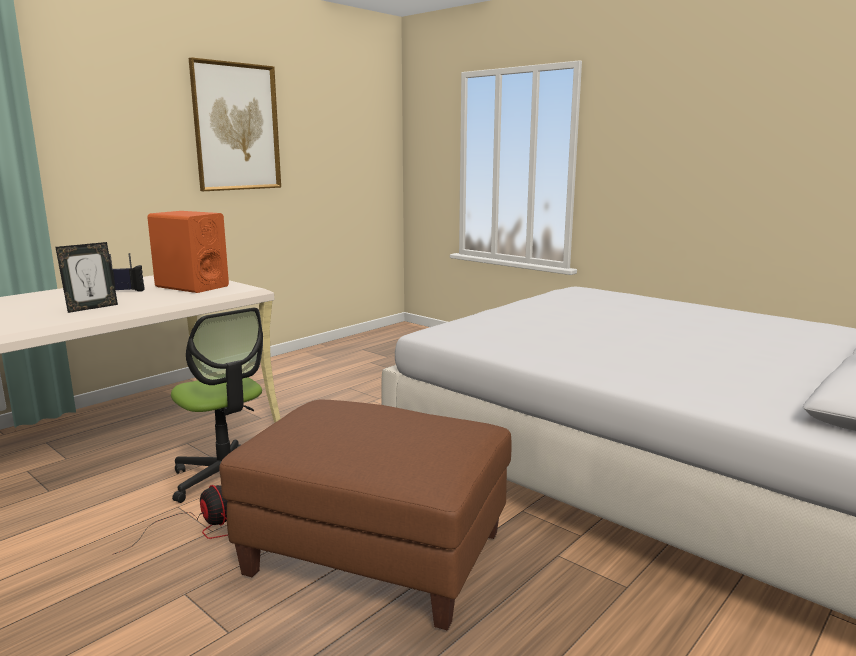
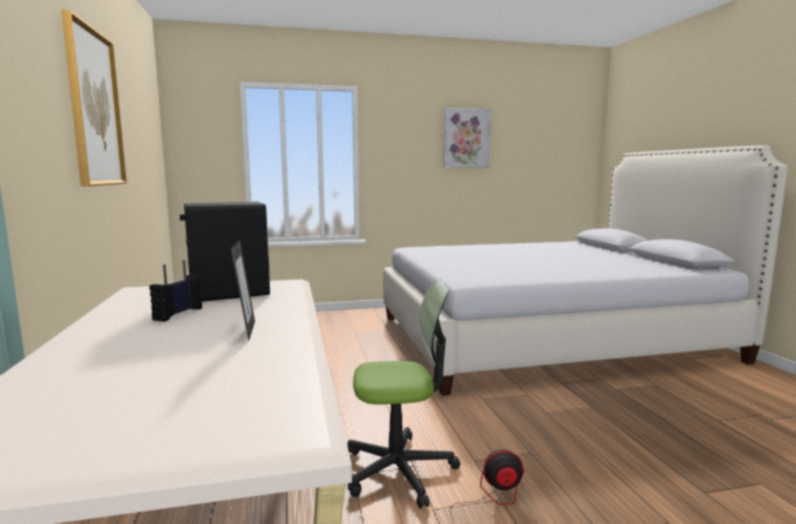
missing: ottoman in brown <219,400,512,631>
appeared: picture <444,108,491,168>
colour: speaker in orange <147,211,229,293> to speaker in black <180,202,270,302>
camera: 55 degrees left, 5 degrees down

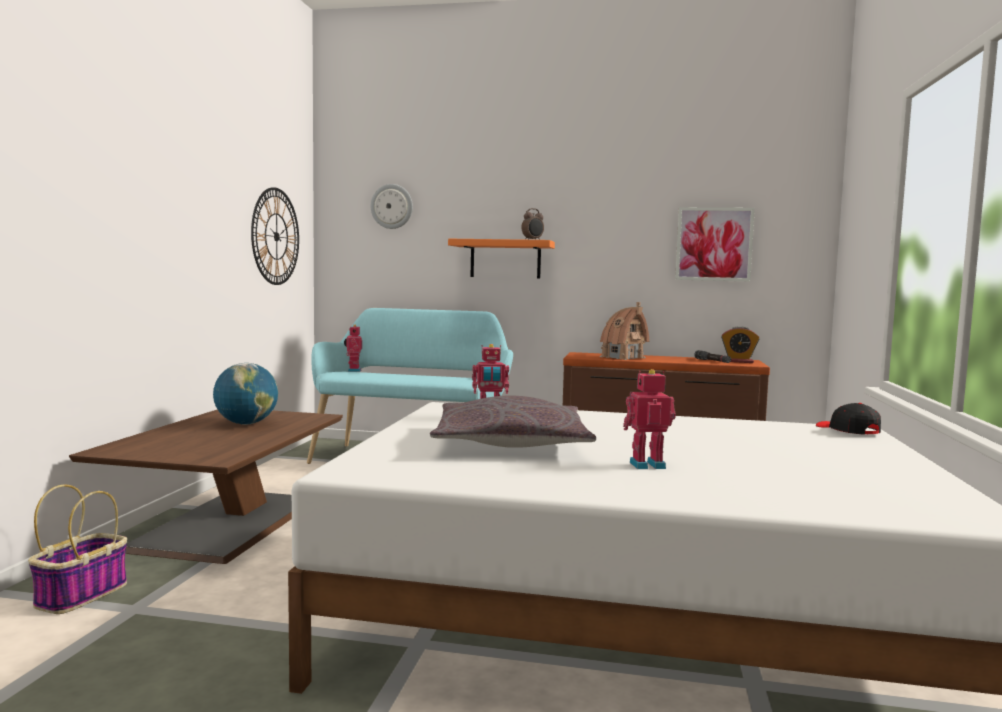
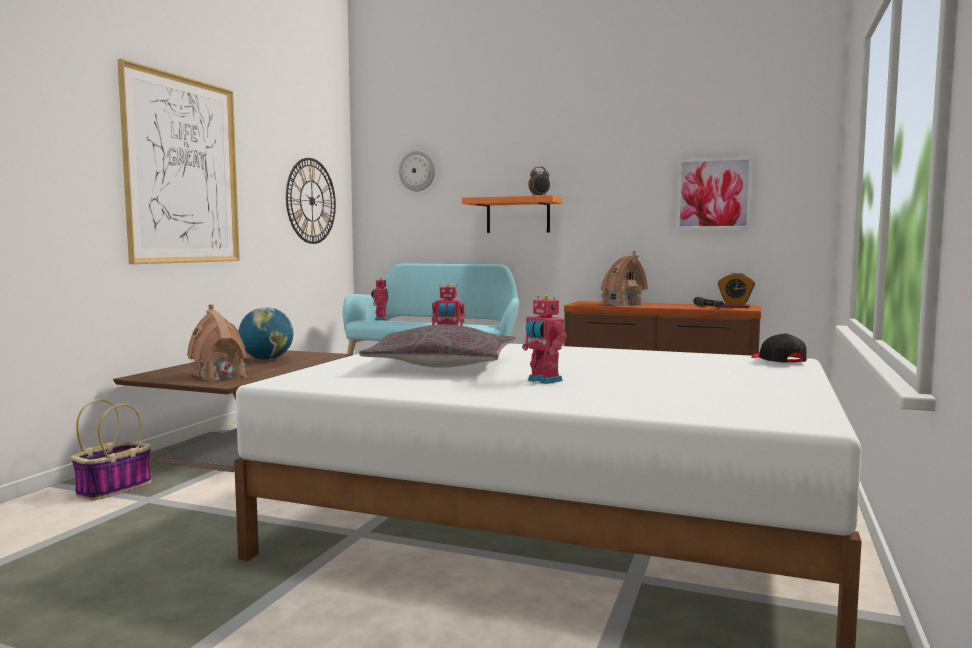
appeared: picture <117,59,240,264>; toy house <187,304,247,380>
spun: toy robot <623,369,676,469> = <522,295,567,384> 135 degrees counterclockwise
camera: 10 degrees right, 0 degrees up

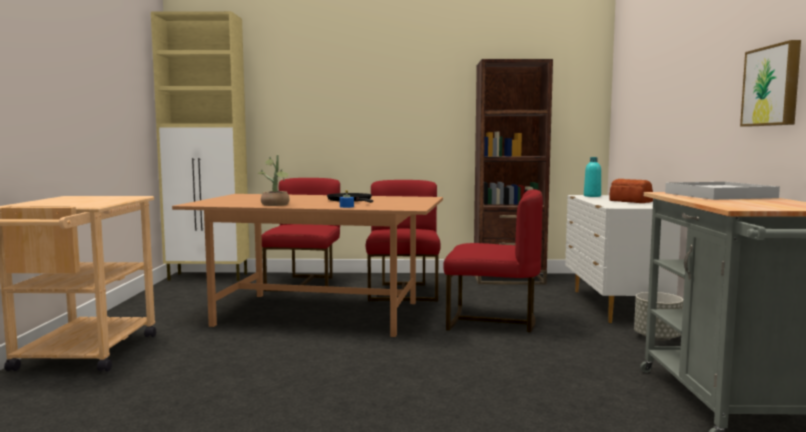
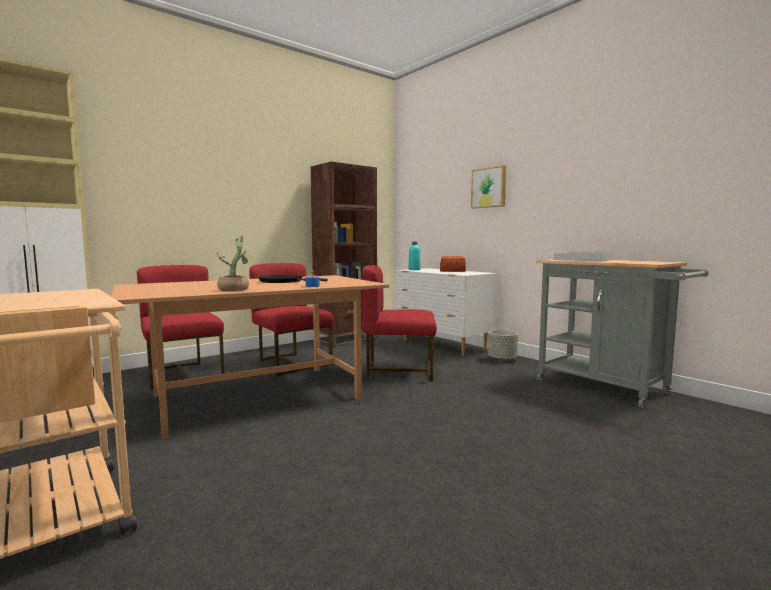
relocated: picture <740,40,801,127> to <471,165,506,208>
spun: chair in red <443,189,543,332> = <362,265,437,382> 150 degrees counterclockwise
camera: 40 degrees left, 0 degrees up

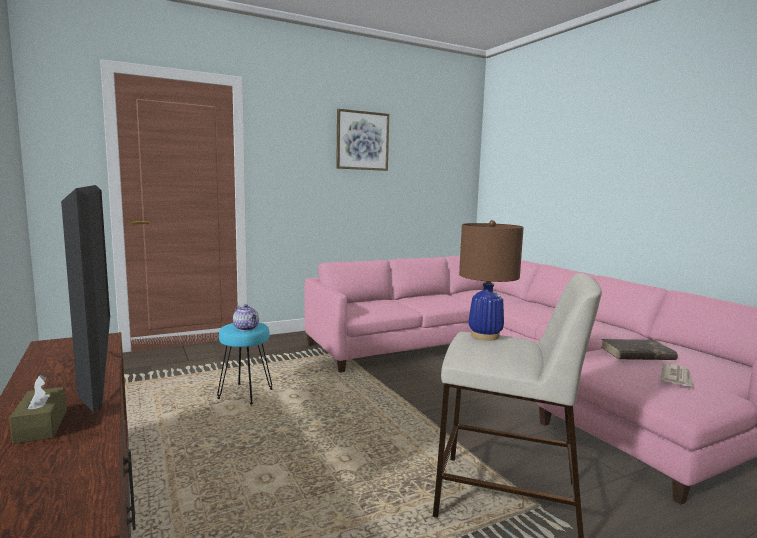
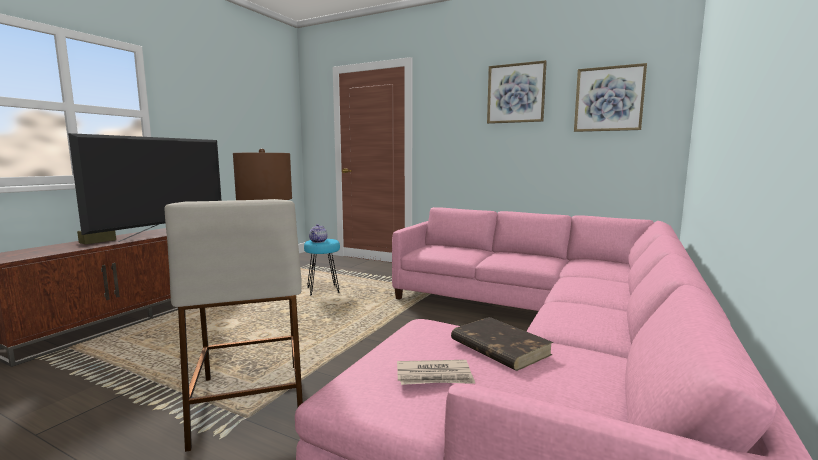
appeared: picture <574,63,647,132>
camera: 55 degrees right, 0 degrees up

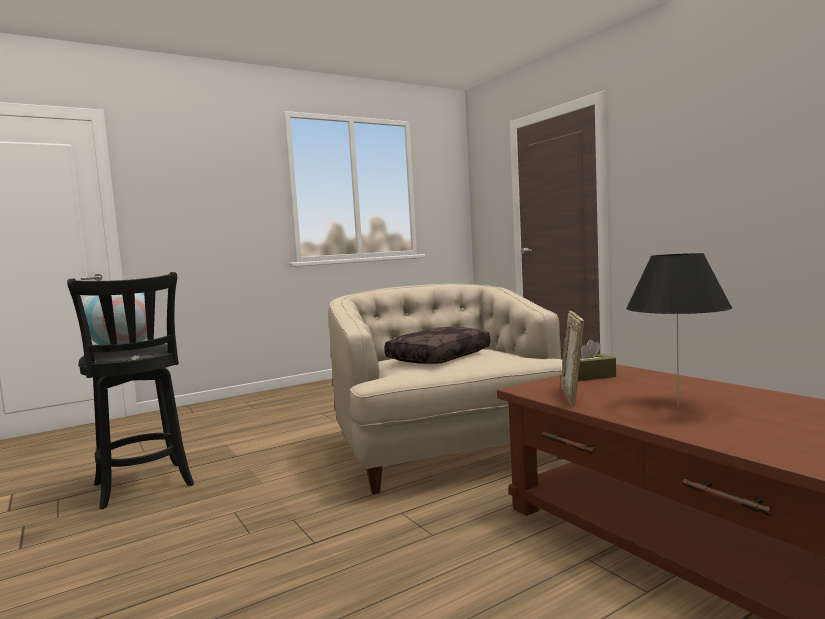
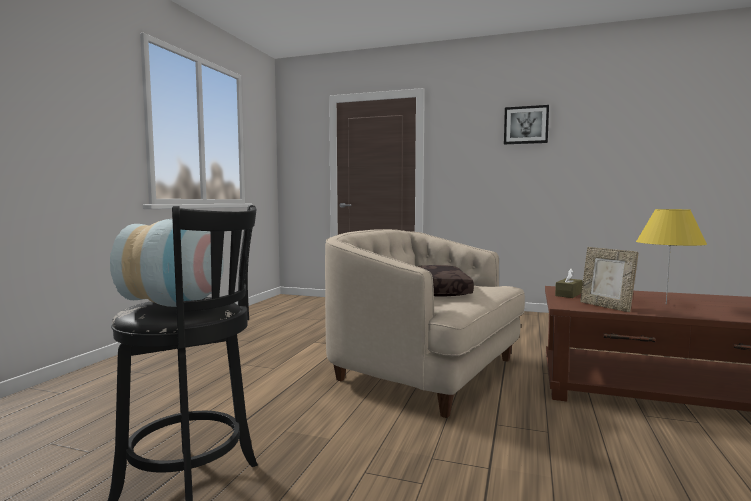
appeared: picture <504,105,549,144>
colour: table lamp in black <626,253,732,406> to table lamp in yellow <636,209,707,305>
camera: 40 degrees left, 0 degrees up

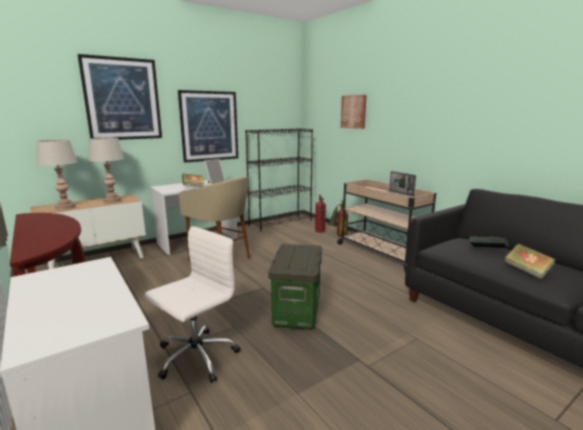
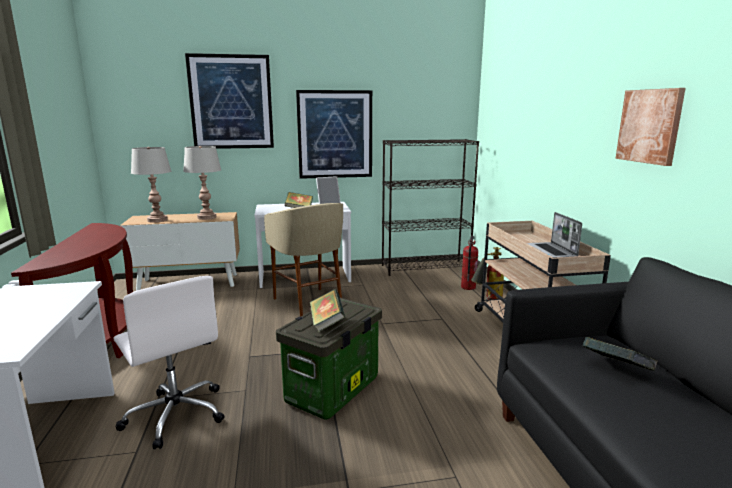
relocated: picture <341,95,367,129> to <616,88,686,166>; book <504,243,556,279> to <310,289,345,332>
spun: office chair in white <144,226,240,383> = <114,276,224,449> 75 degrees clockwise
camera: 25 degrees right, 0 degrees up

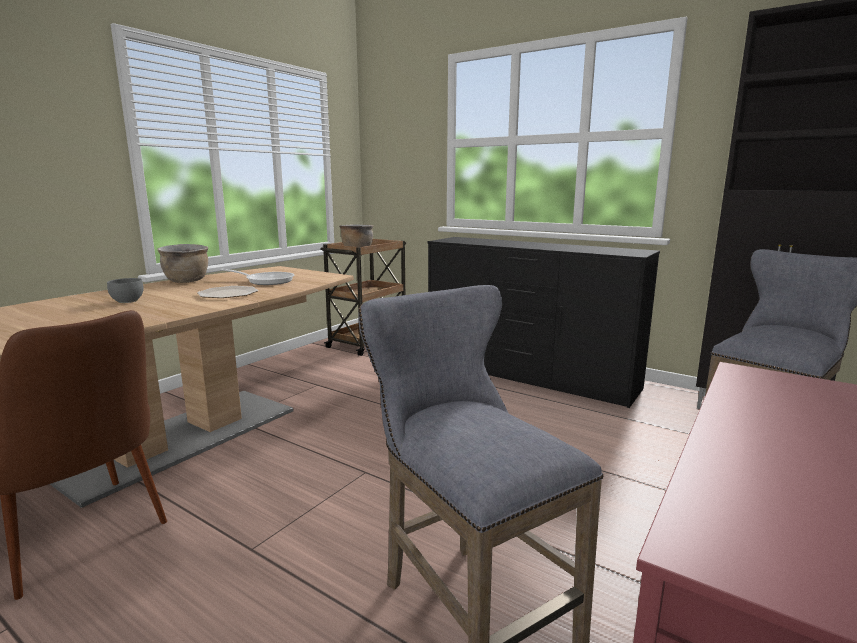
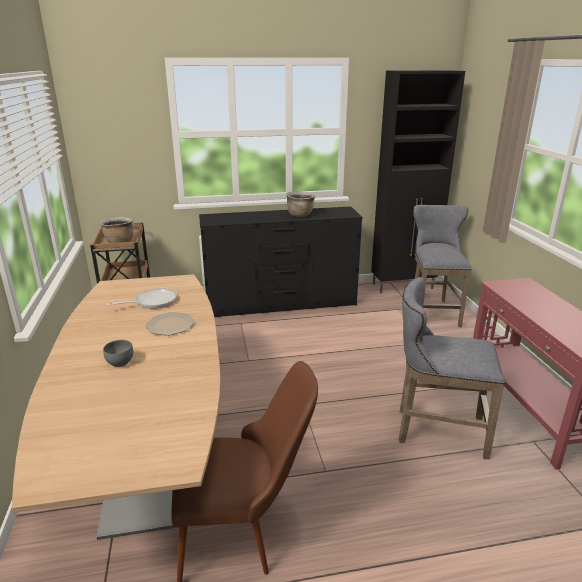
relocated: cooking pot in brown <157,244,208,283> to <286,191,316,217>
camera: 45 degrees left, 10 degrees up

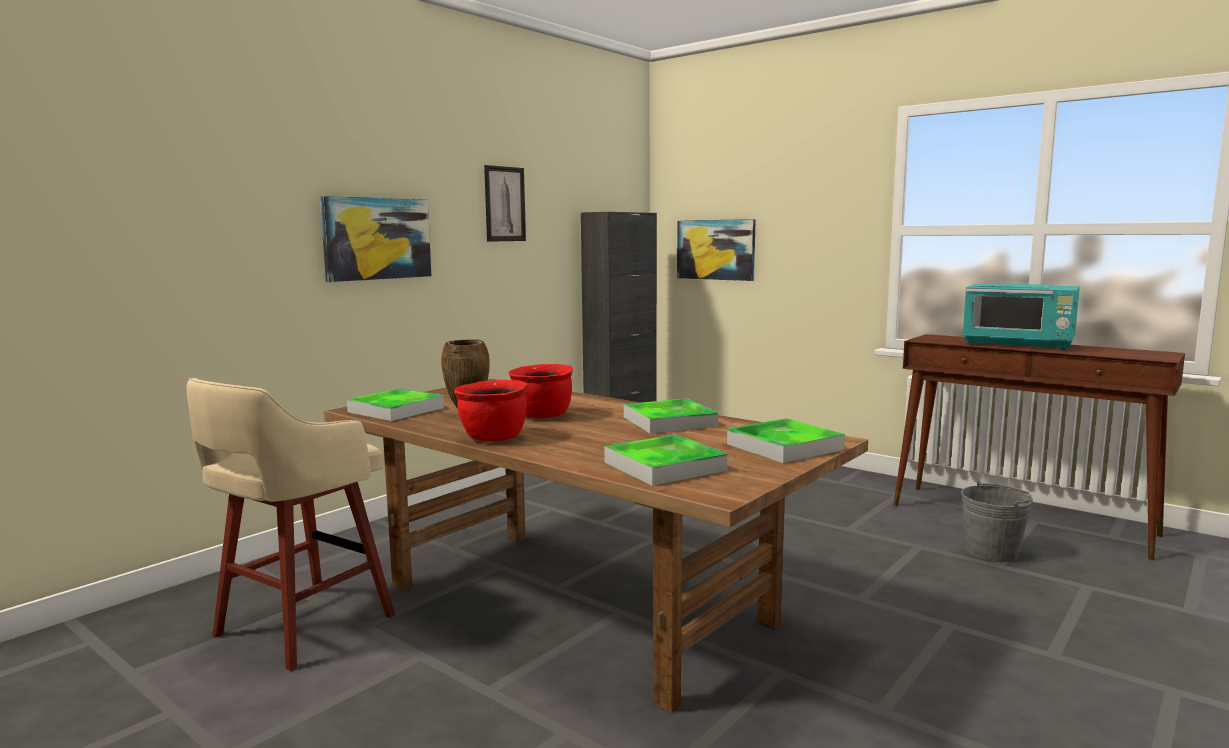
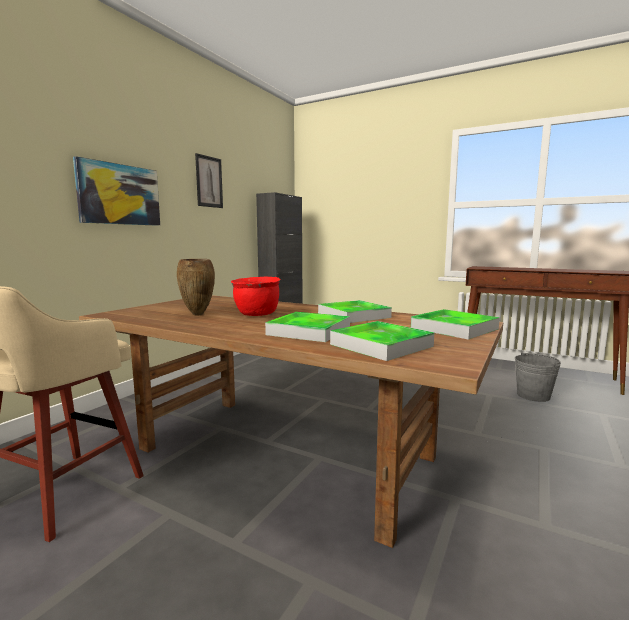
missing: picture <677,219,756,281>; microwave in turquoise <963,283,1080,350>; cooking pot in red <454,380,527,441>
relocated: tray <347,389,444,421> to <265,312,350,342>
camera: 10 degrees left, 0 degrees up

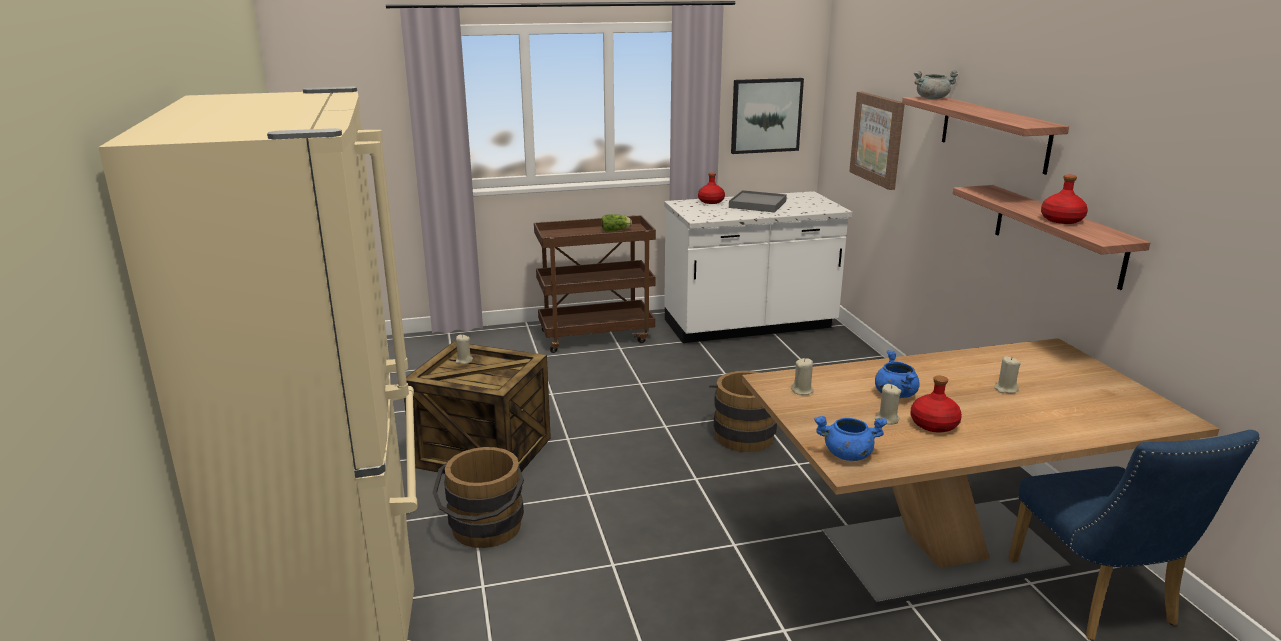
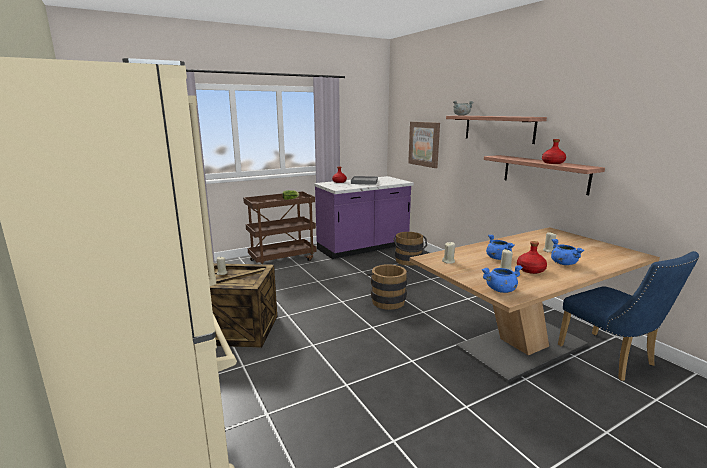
missing: picture <731,78,804,154>
appeared: cooking pot in blue <551,239,584,265>
relocated: bucket in brown <433,447,524,548> to <394,232,427,266>
colour: counter in white <664,191,852,343> to counter in purple <314,176,414,259>
camera: 15 degrees left, 5 degrees down

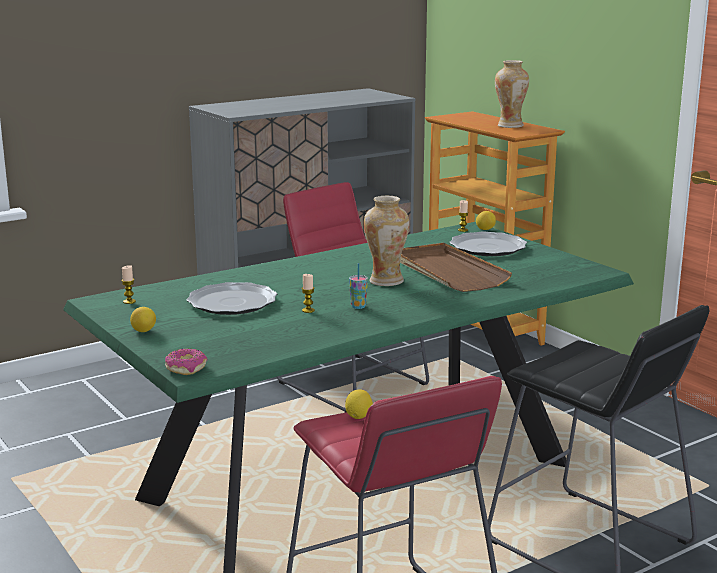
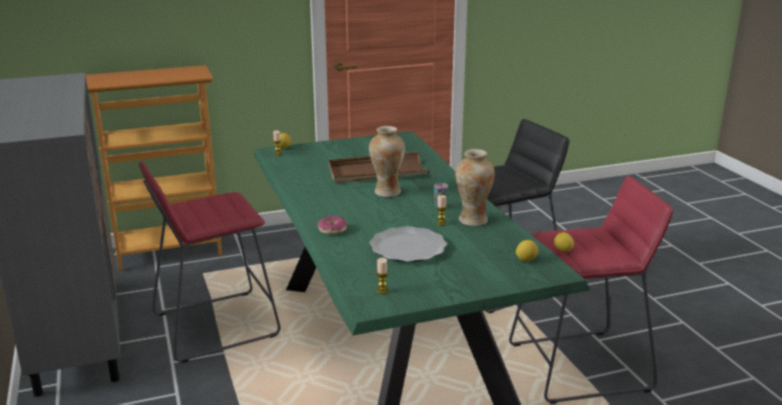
missing: plate <449,231,527,256>
relocated: vase <495,60,529,128> to <455,149,495,226>; lemon <130,307,156,332> to <516,240,539,262>; donut <165,348,207,375> to <317,216,347,235>
camera: 75 degrees left, 5 degrees up

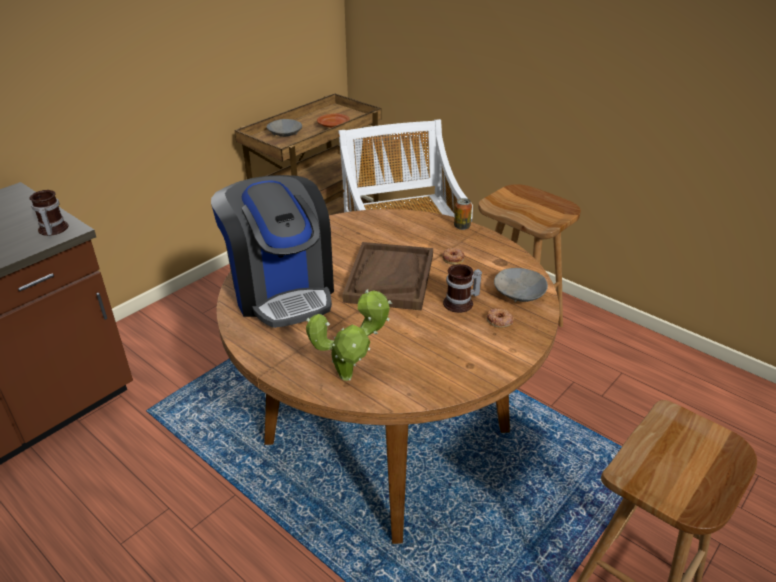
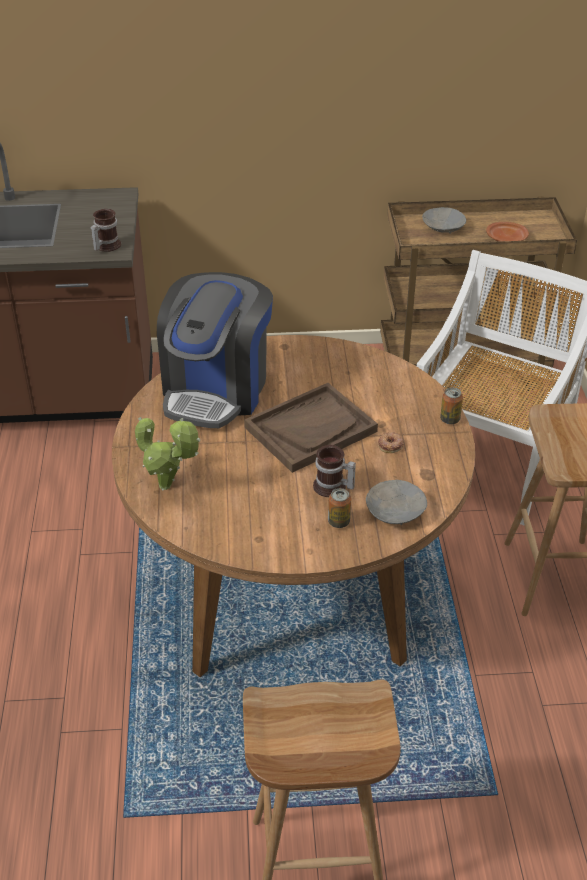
exchanged: donut <486,308,514,328> to can <328,488,351,528>
camera: 45 degrees right, 5 degrees up

